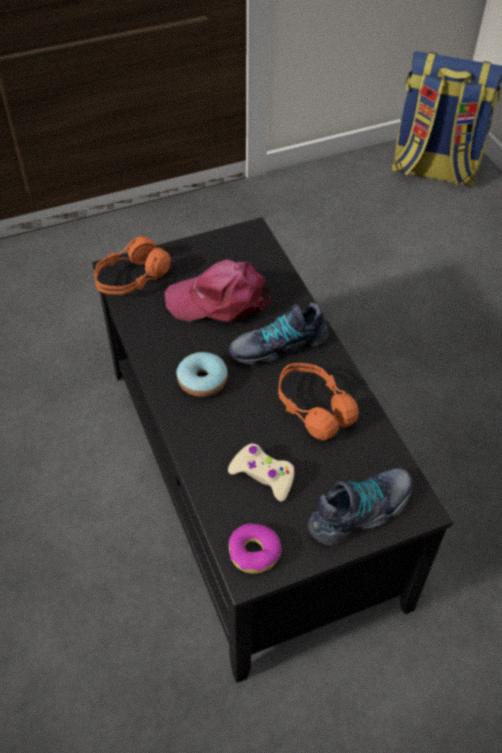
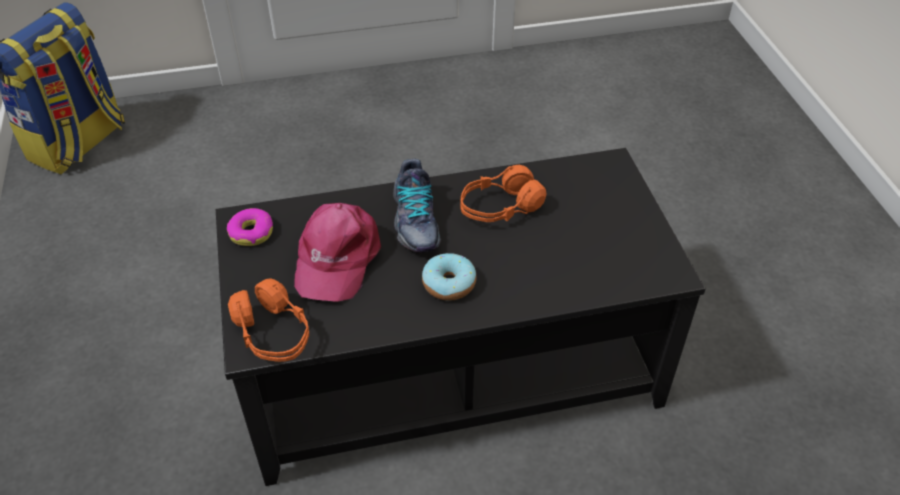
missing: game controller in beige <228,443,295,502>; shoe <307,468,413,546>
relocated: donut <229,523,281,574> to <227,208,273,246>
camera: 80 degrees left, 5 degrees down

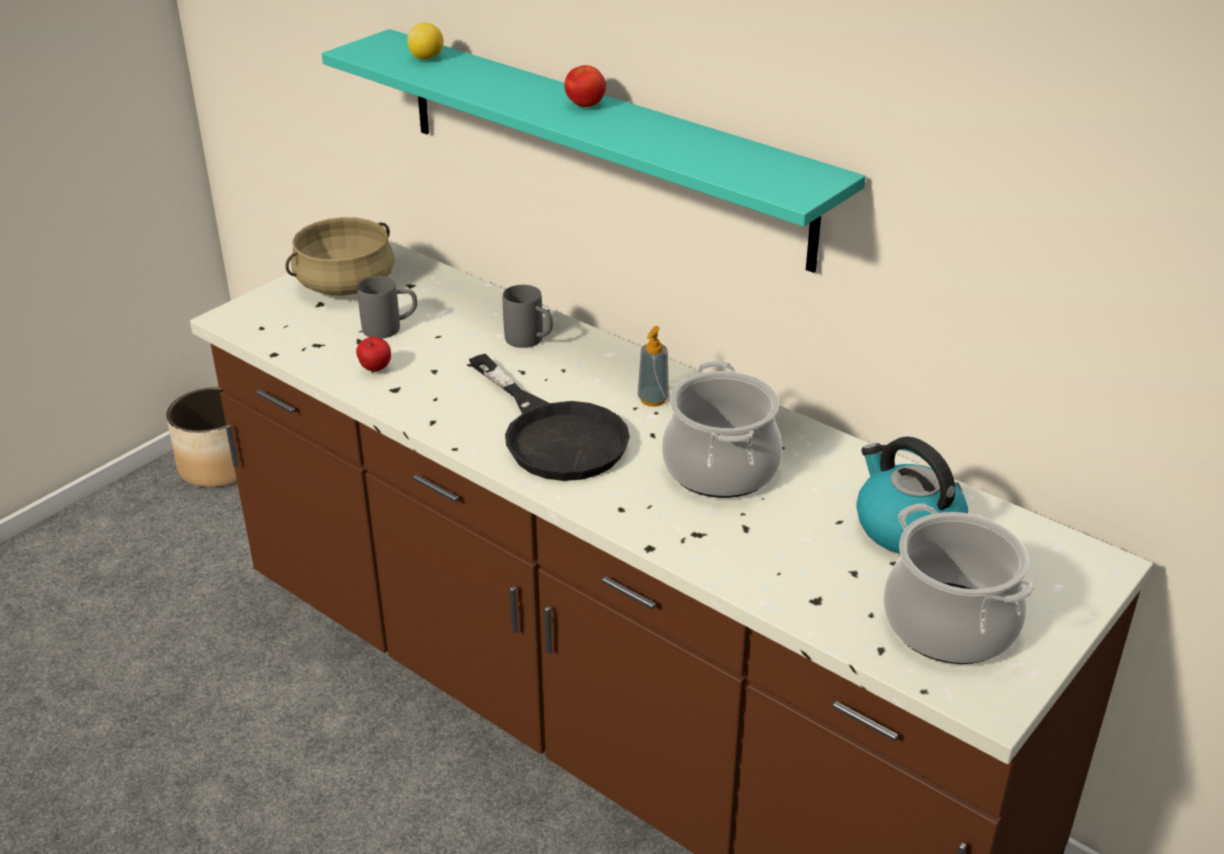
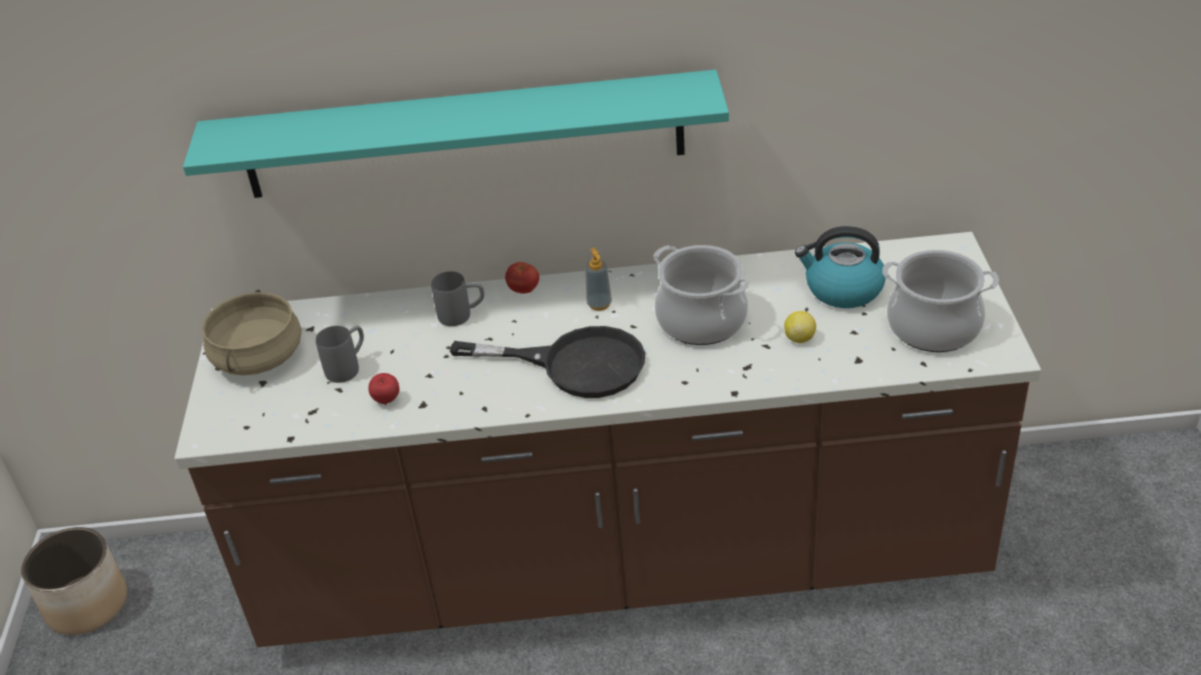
relocated: lemon <407,23,444,60> to <784,311,816,343>; tomato <564,65,606,107> to <505,262,539,294>
camera: 40 degrees left, 5 degrees up

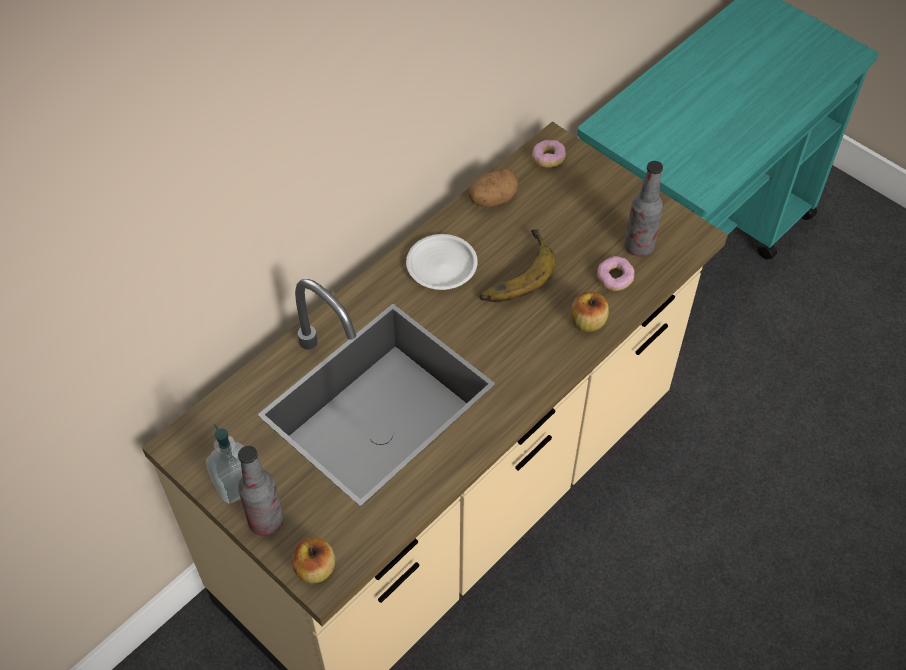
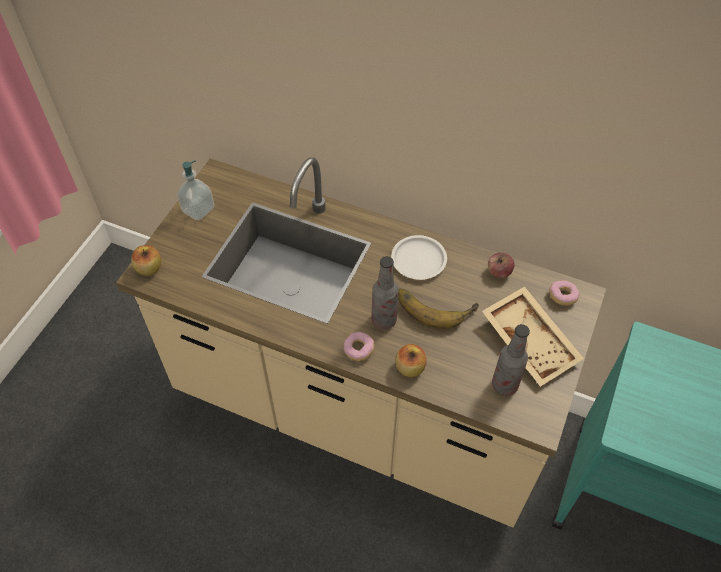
appeared: tray in beige <482,286,584,387>
relocated: donut <597,256,635,291> to <344,332,374,361>; bottle <238,446,284,536> to <371,256,399,329>
exchanged: potato <469,169,518,207> to apple <488,253,515,278>
camera: 70 degrees right, 0 degrees up

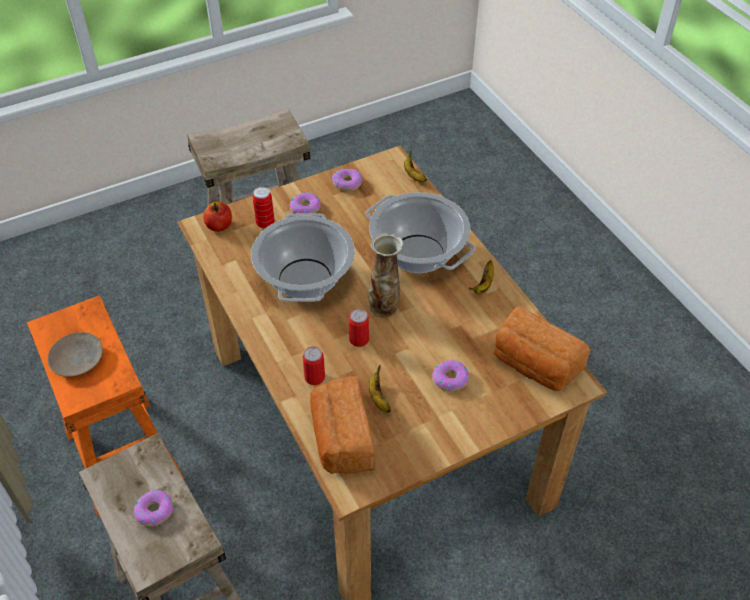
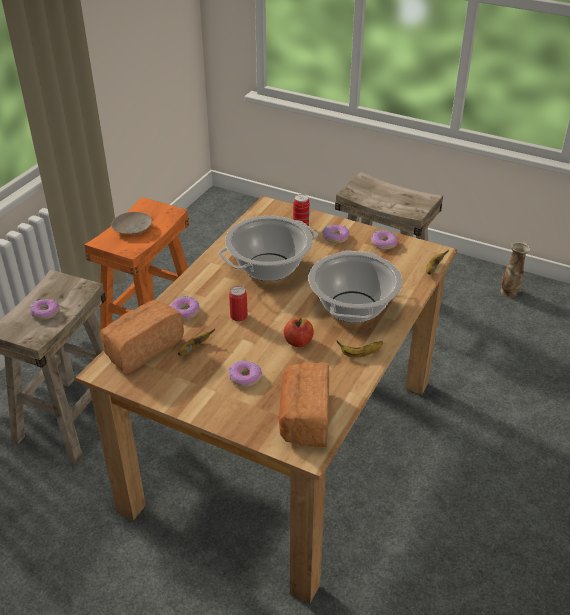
relocated: apple <203,202,232,232> to <284,318,314,347>; vase <368,233,403,318> to <501,241,530,297>
exchanged: can <303,346,325,385> to donut <170,296,200,320>
camera: 55 degrees right, 10 degrees down

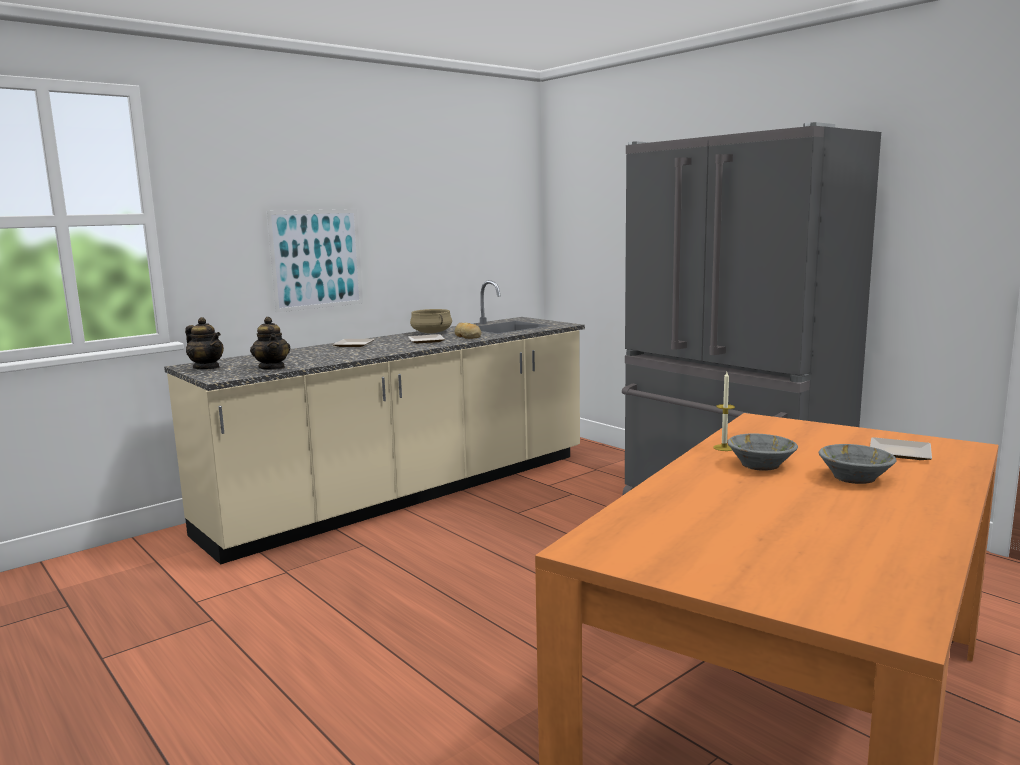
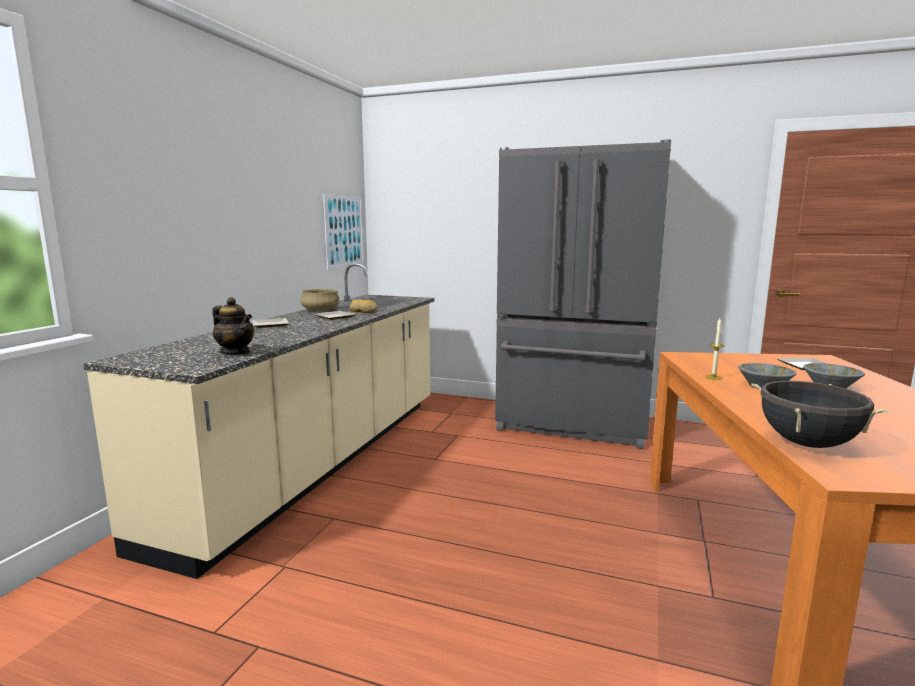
missing: teapot <185,317,224,369>
appeared: cooking pot in black <751,381,889,448>
relocated: picture <266,209,363,313> to <323,194,364,269>
camera: 30 degrees left, 0 degrees up

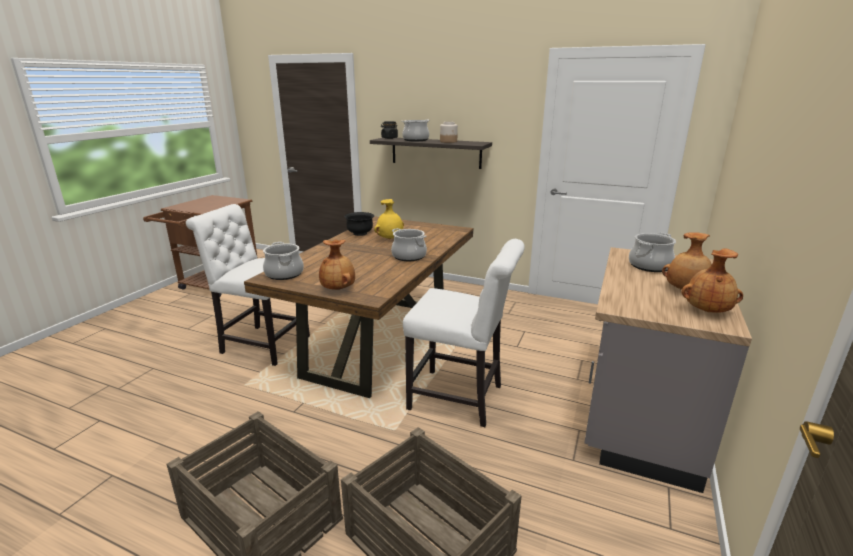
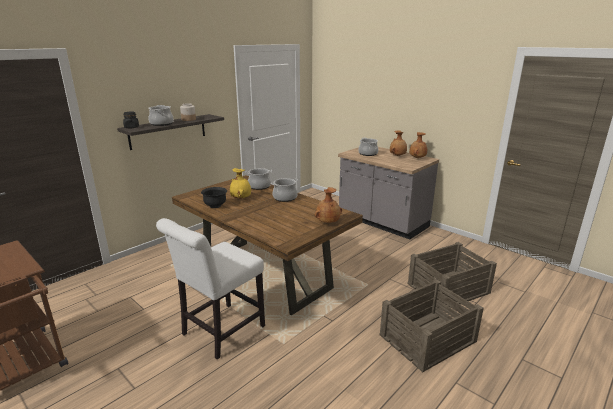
missing: chair in white <403,239,525,427>
relocated: cooking pot <263,242,304,280> to <245,168,272,190>
camera: 70 degrees left, 0 degrees up

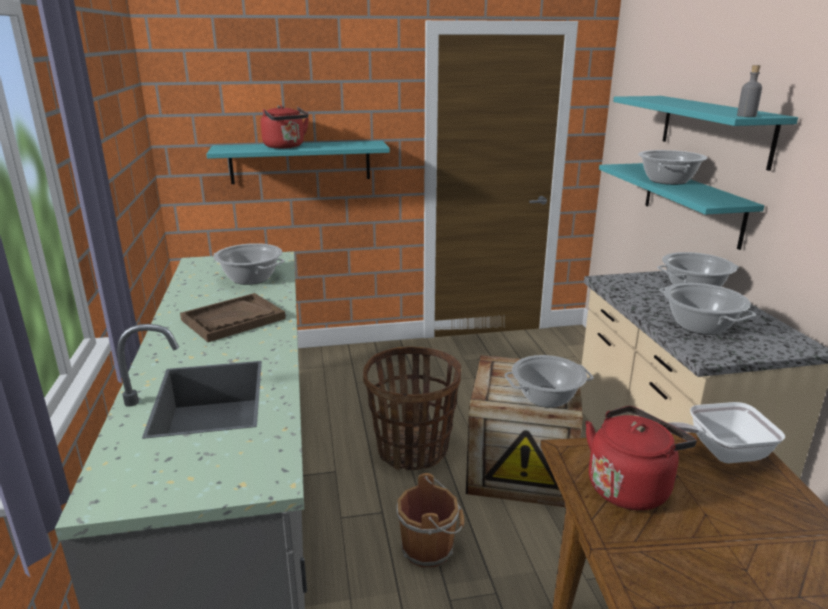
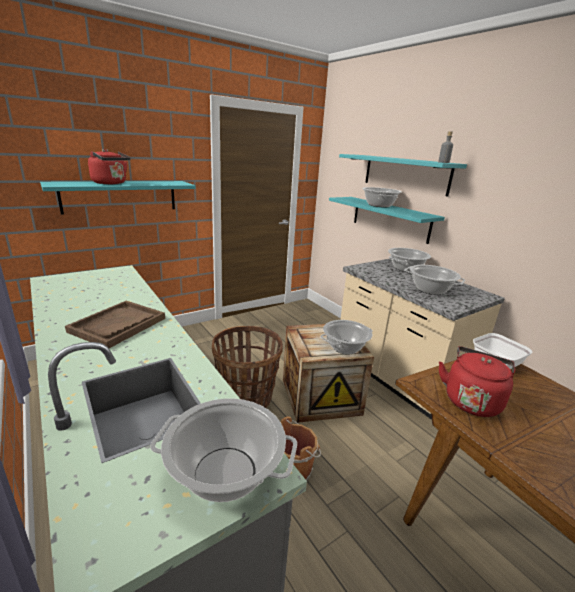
relocated: cooking pot <213,243,285,285> to <150,398,297,502>
camera: 25 degrees left, 0 degrees up

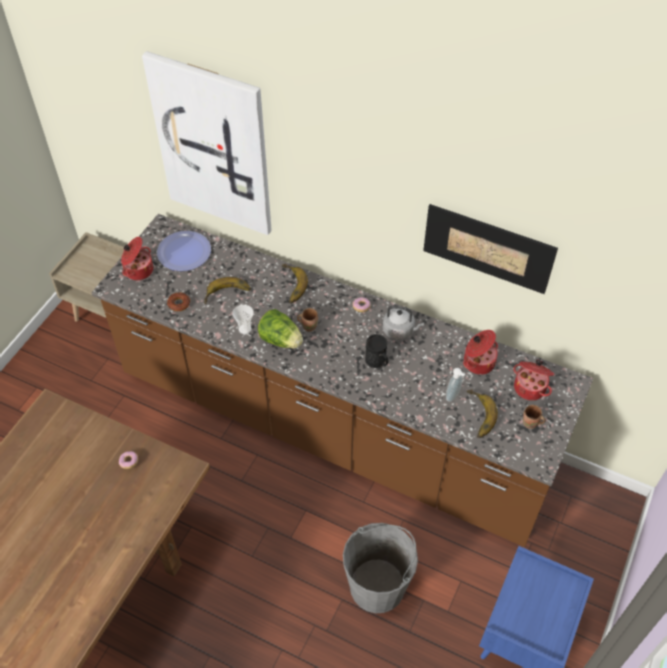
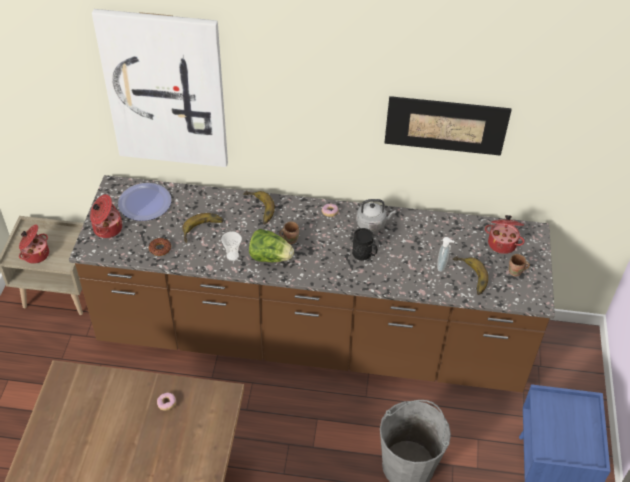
relocated: cooking pot <463,330,498,375> to <19,224,49,264>
camera: 20 degrees left, 5 degrees down

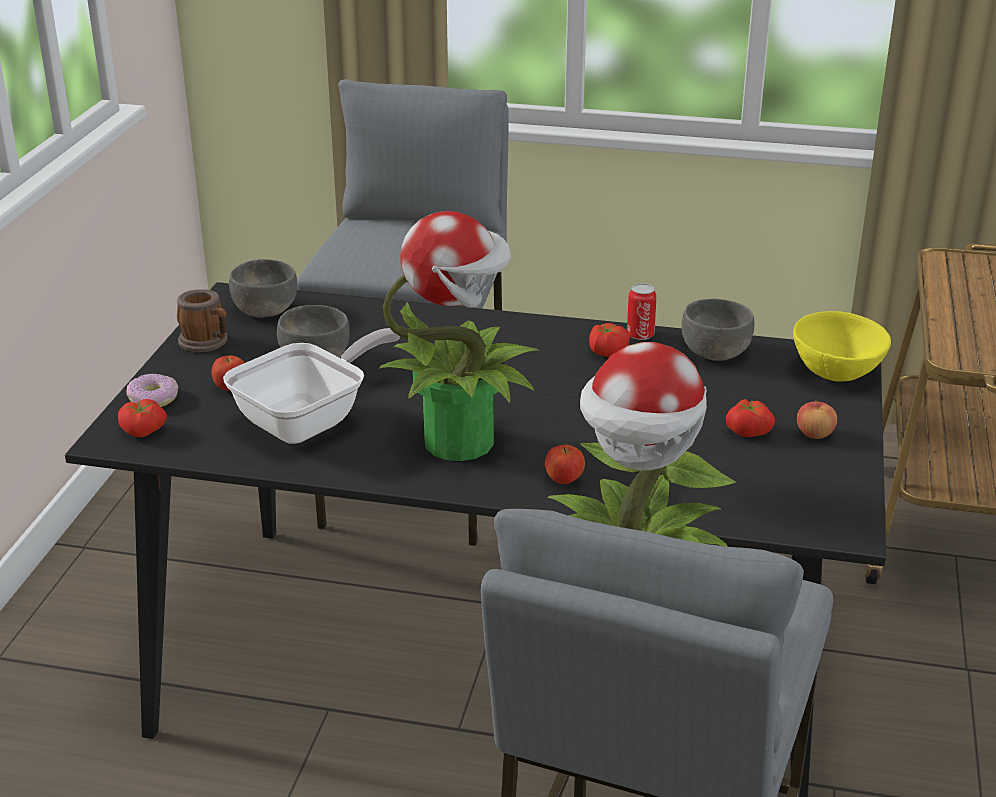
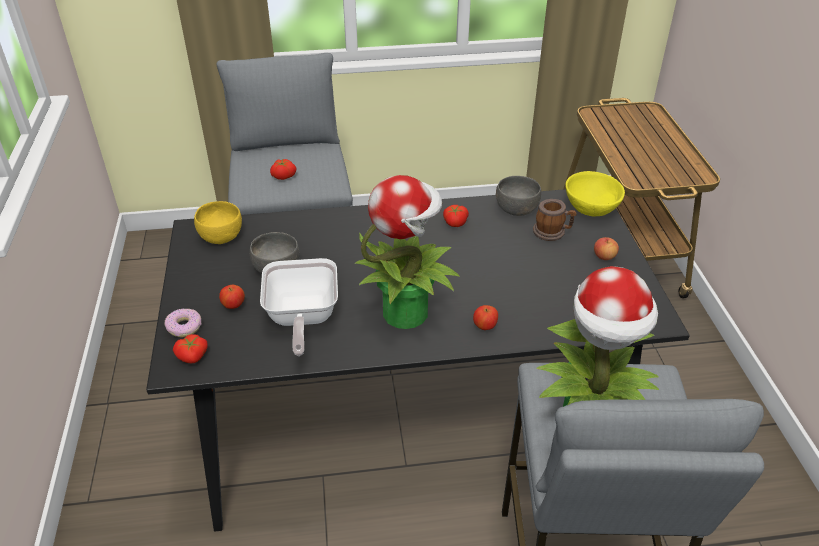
missing: can <627,283,657,340>
relocated: mug <177,289,228,352> to <533,199,577,241>; tomato <726,399,775,437> to <270,159,297,180>
colour: bowl in grey <229,259,297,318> to bowl in yellow <194,201,242,244>
spun: frying pan <223,328,400,444> = <260,258,338,356> 150 degrees clockwise
camera: 20 degrees left, 10 degrees up

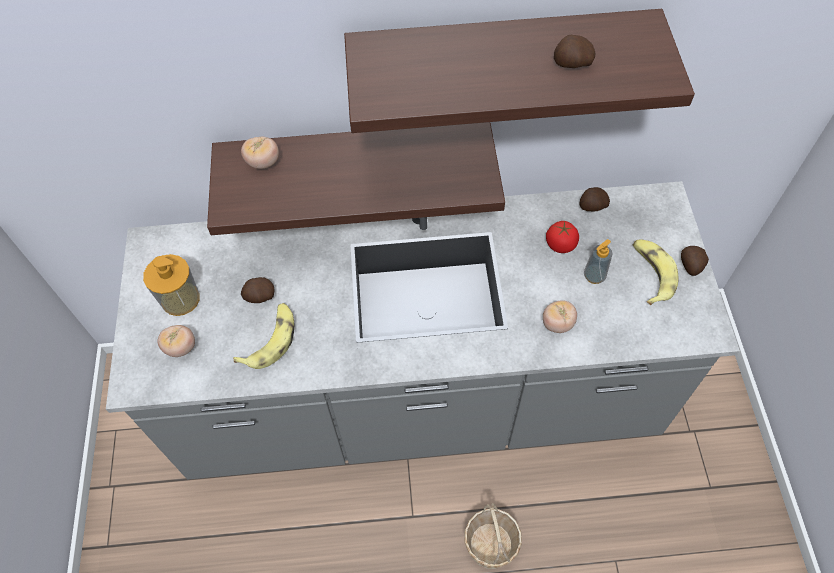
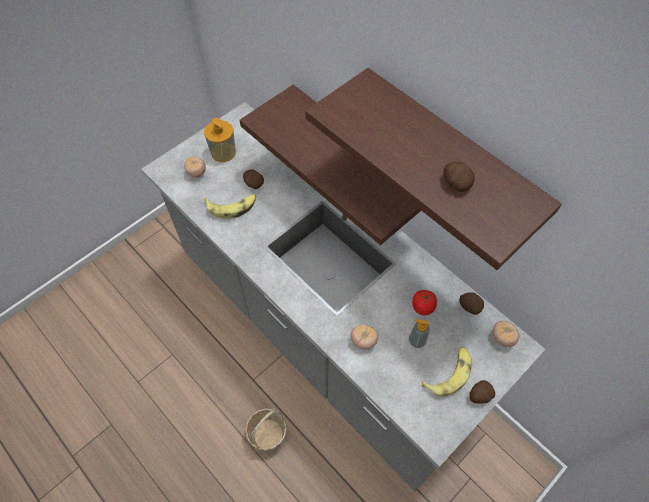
relocated: tomato <241,136,279,169> to <493,321,519,347>
camera: 50 degrees right, 0 degrees up

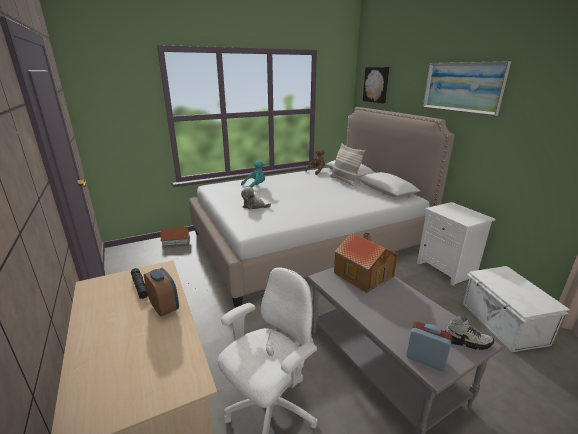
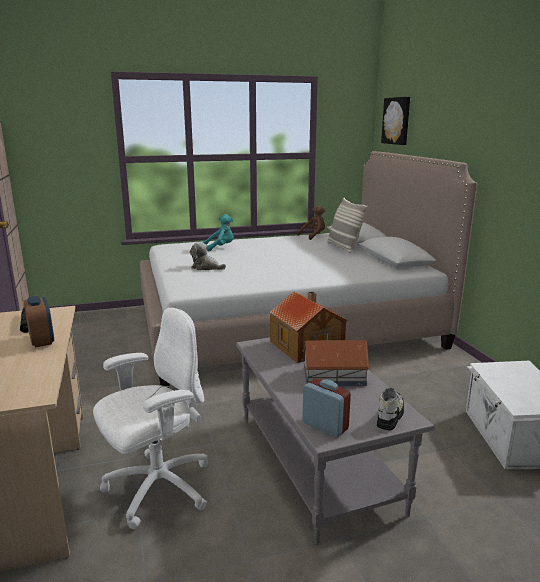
missing: picture <423,61,511,116>; nightstand in white <417,202,496,286>
relocated: toy house <160,227,190,248> to <303,340,370,386>
spun: shoe <445,316,494,350> = <377,387,404,431> 90 degrees counterclockwise
camera: 10 degrees right, 5 degrees down

